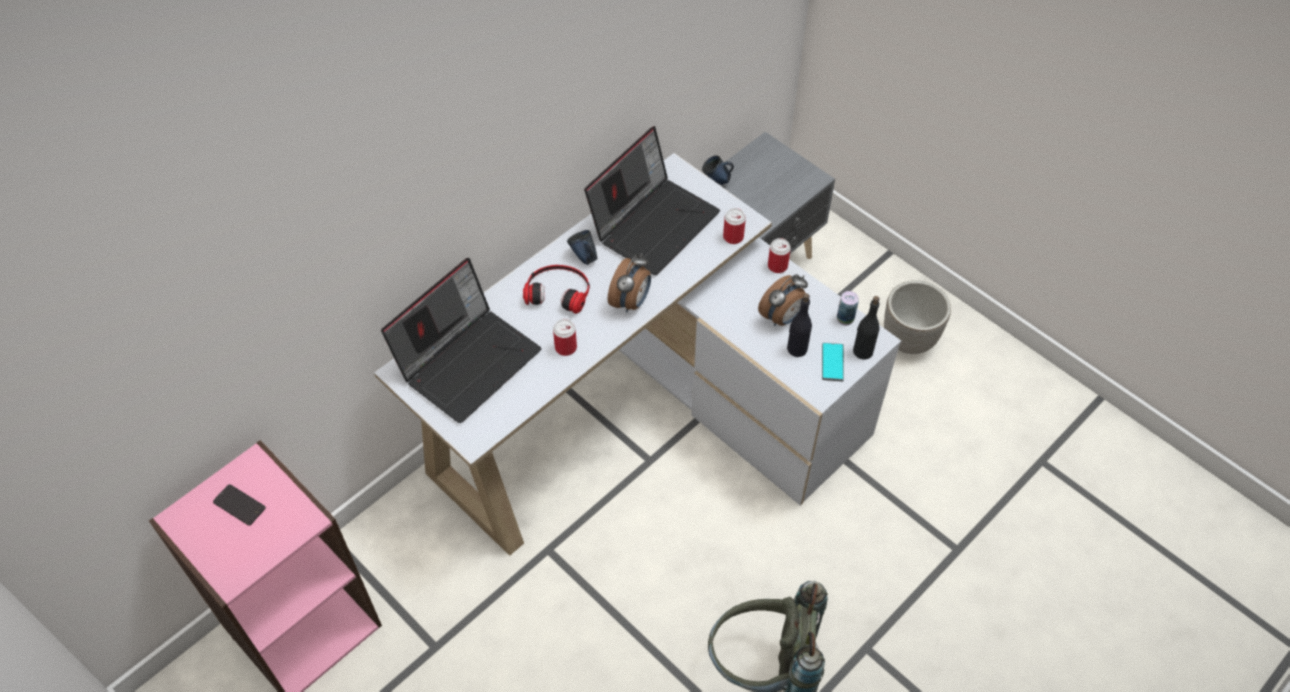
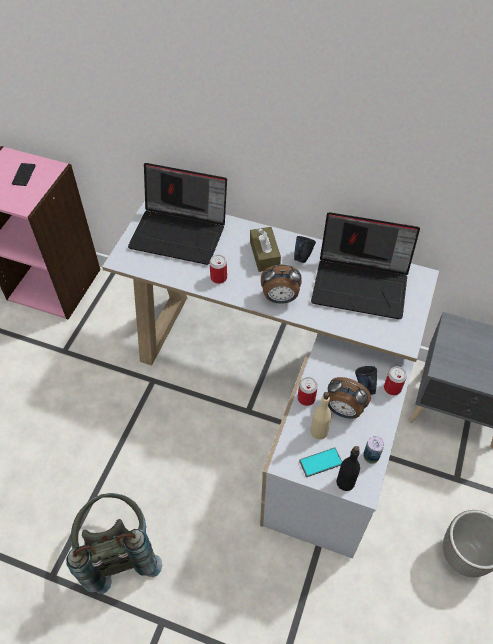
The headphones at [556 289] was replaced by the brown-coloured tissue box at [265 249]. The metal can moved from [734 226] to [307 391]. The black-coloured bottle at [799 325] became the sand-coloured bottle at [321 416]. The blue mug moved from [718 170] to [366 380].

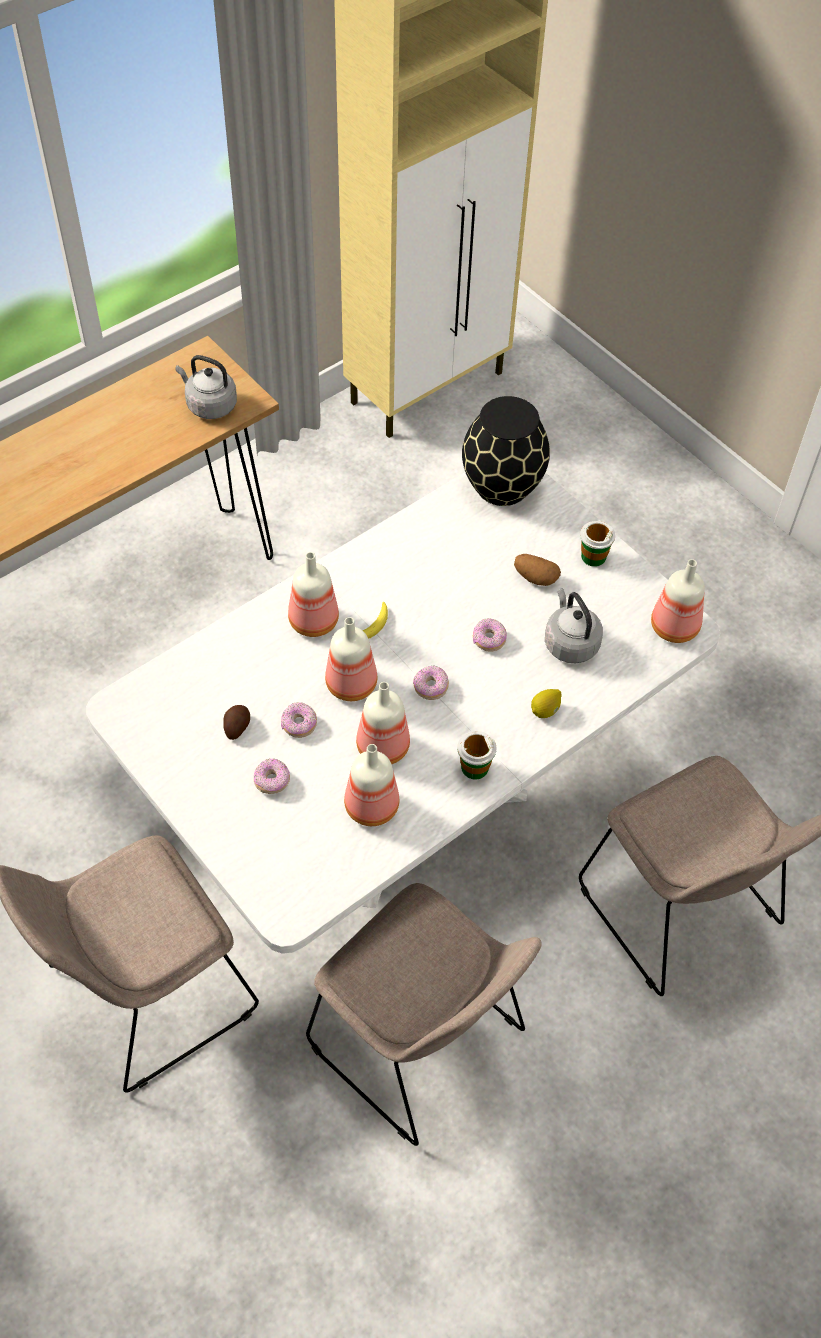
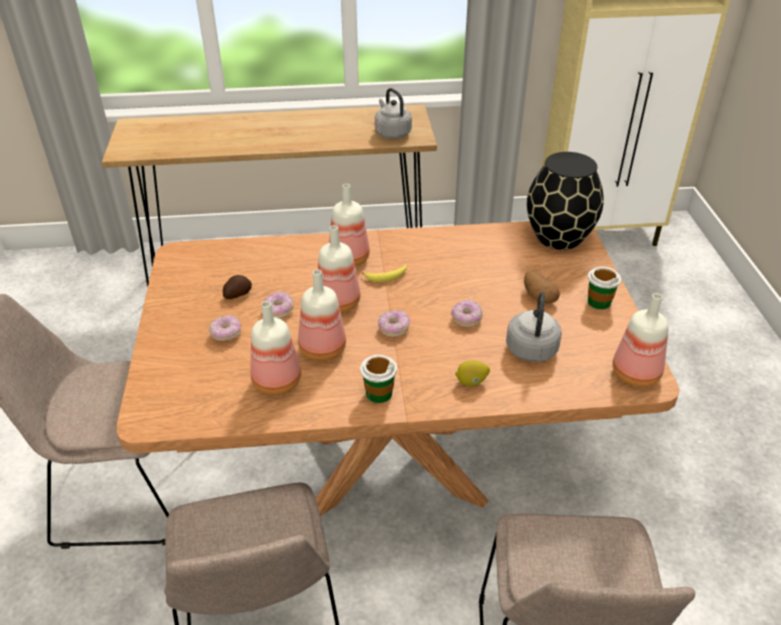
The whitish dinner table at [403 713] became the brown-coloured dinner table at [398 368].

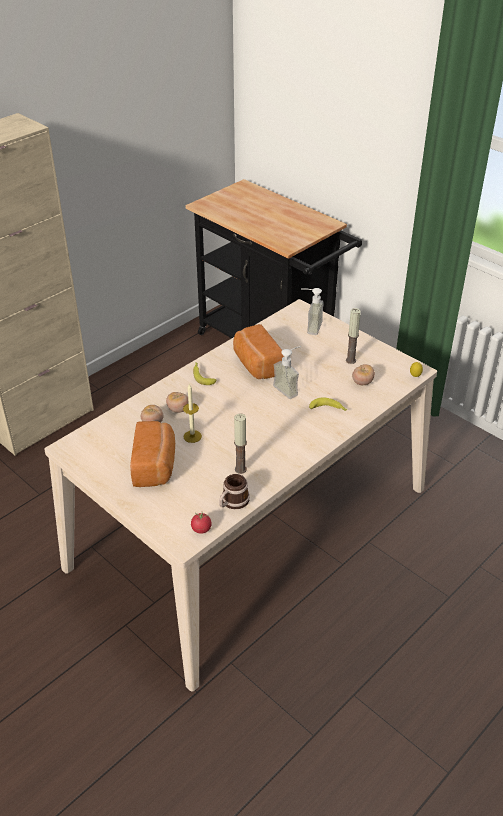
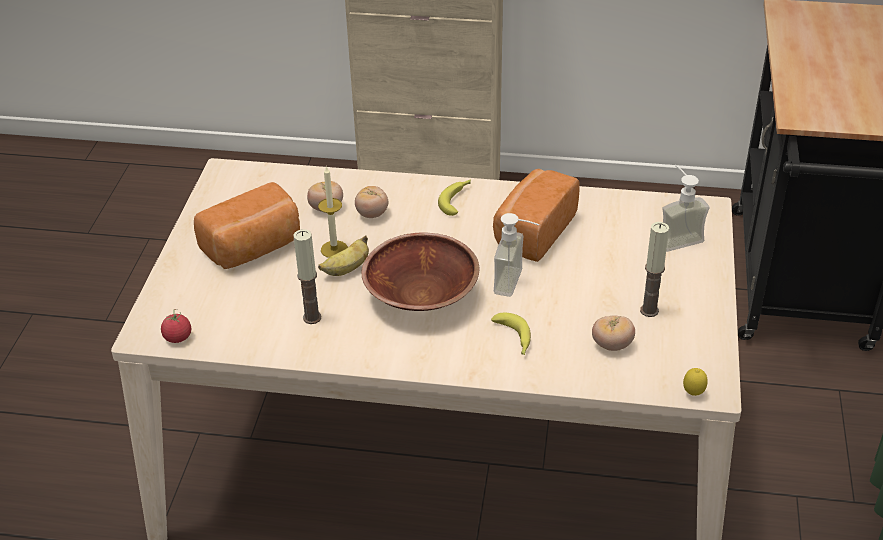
The banana at [343 255] appeared. The brown-coloured deep dish at [420 272] appeared. The mug at [234 491] disappeared.

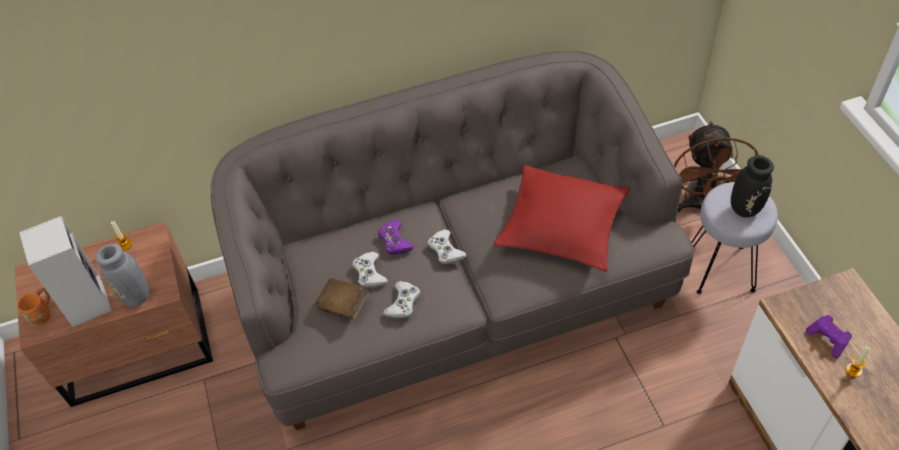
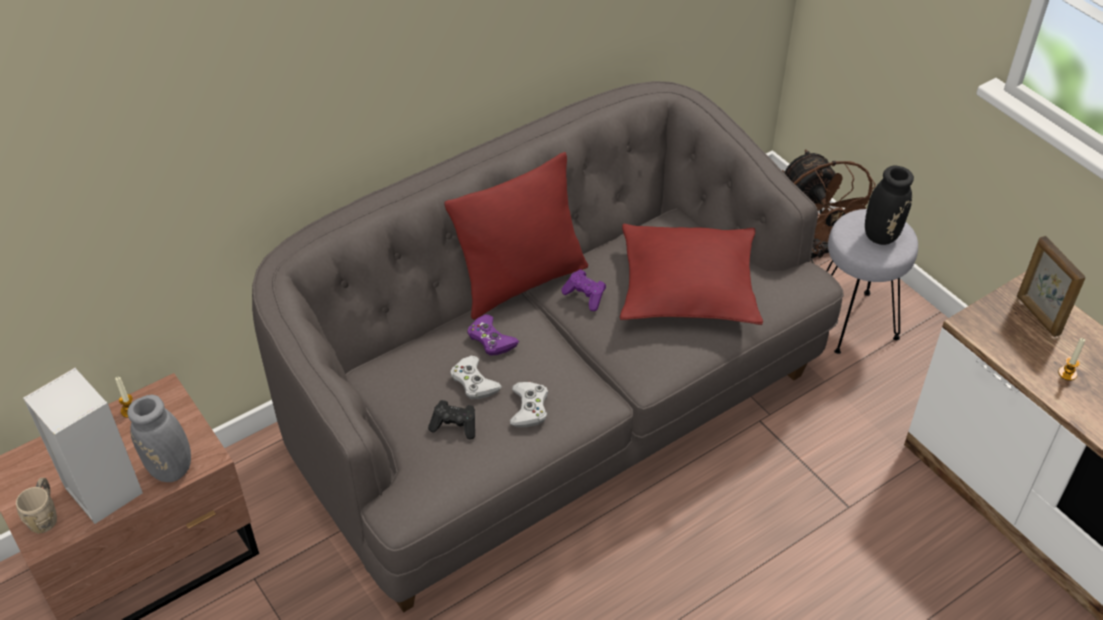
The orangey mug at [33 306] became the sand-coloured mug at [36 506]. The brown-coloured volume at [341 299] was replaced by the black-coloured joypad at [451 419]. The red pillow at [516 236] appeared. The purple joypad moved from [829 336] to [583 290]. The picture frame at [1051 286] appeared. The whitish joypad at [447 246] disappeared.

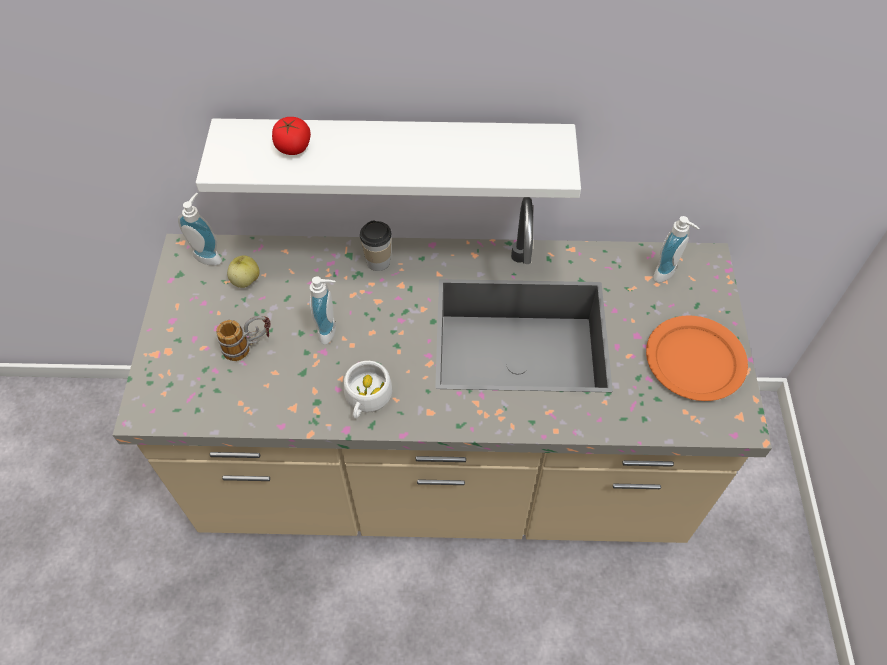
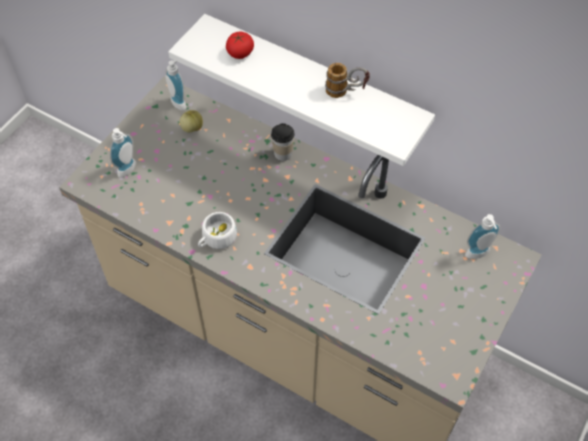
The soap bottle moved from [323 310] to [123 153]. The mug moved from [243 338] to [347 80]. The orangey dinner plate at [697 358] disappeared.

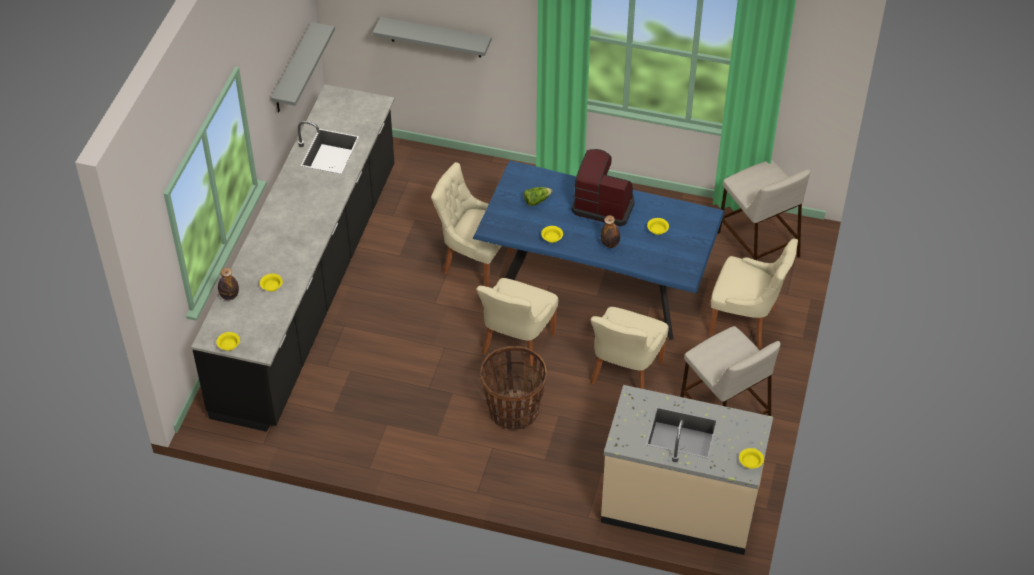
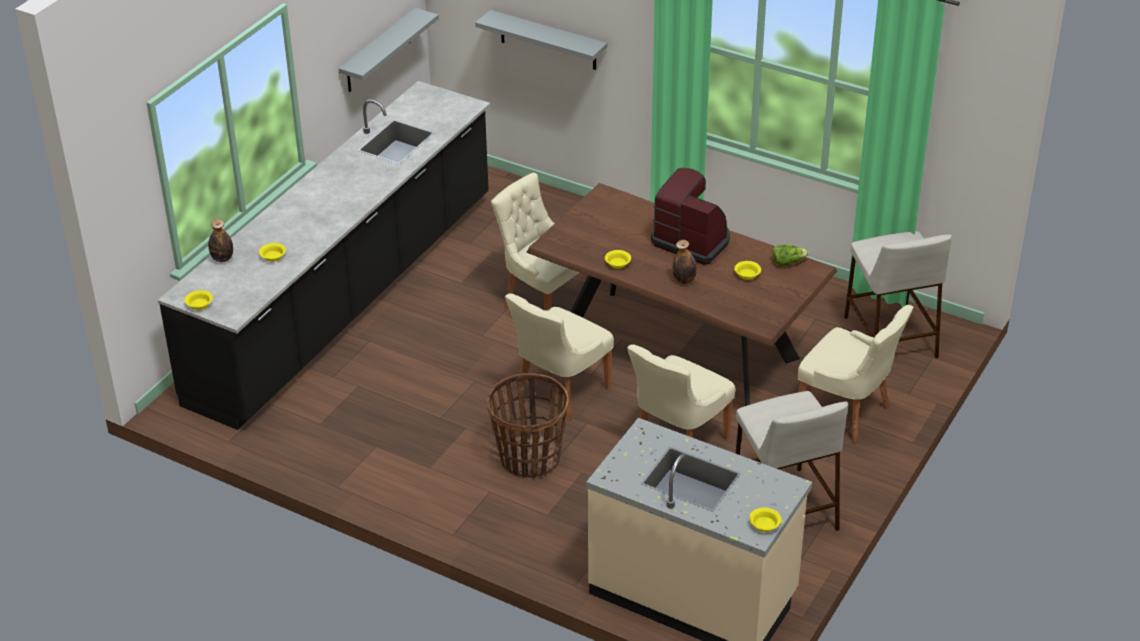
The blue dinner table at [599 250] became the brown-coloured dinner table at [681 294]. The head of lettuce moved from [538 196] to [790 255].

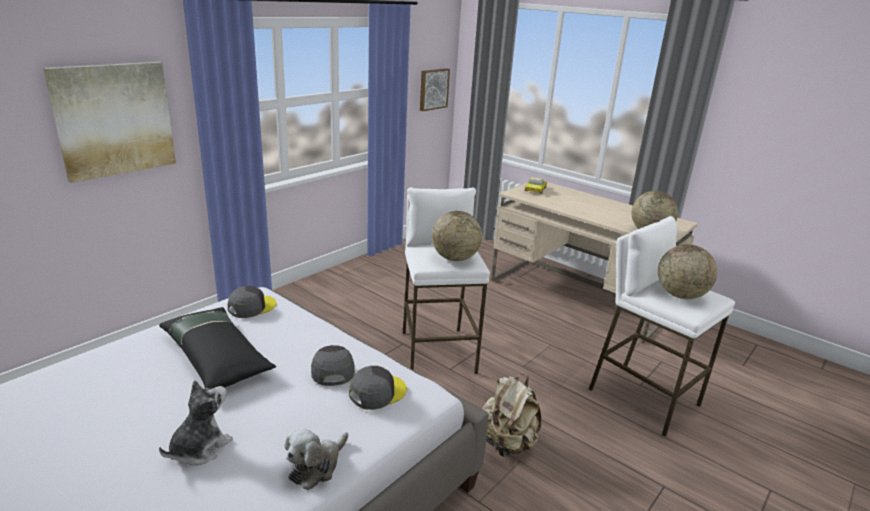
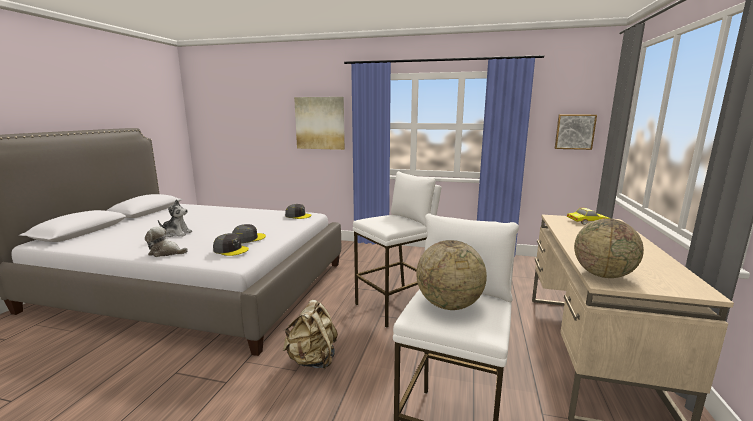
The black-coloured pillow at [217 348] disappeared. The globe at [457 236] disappeared.

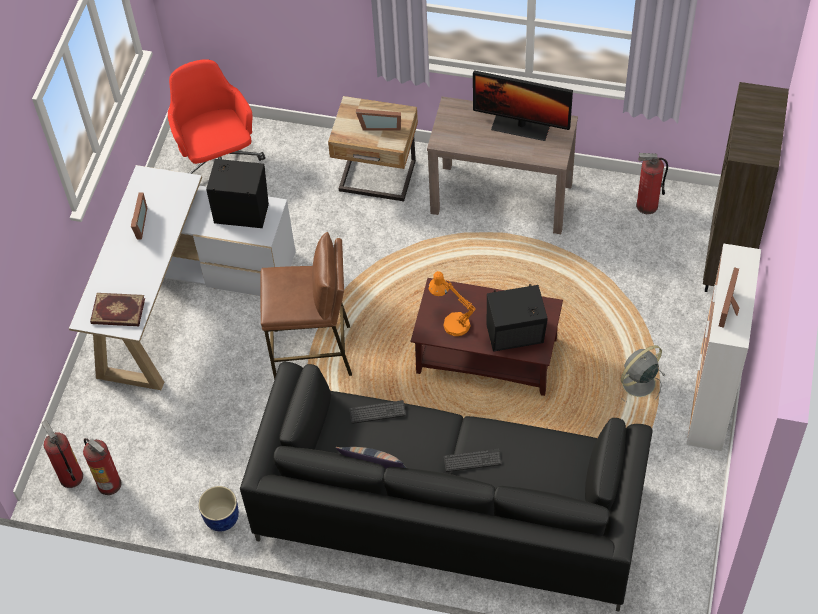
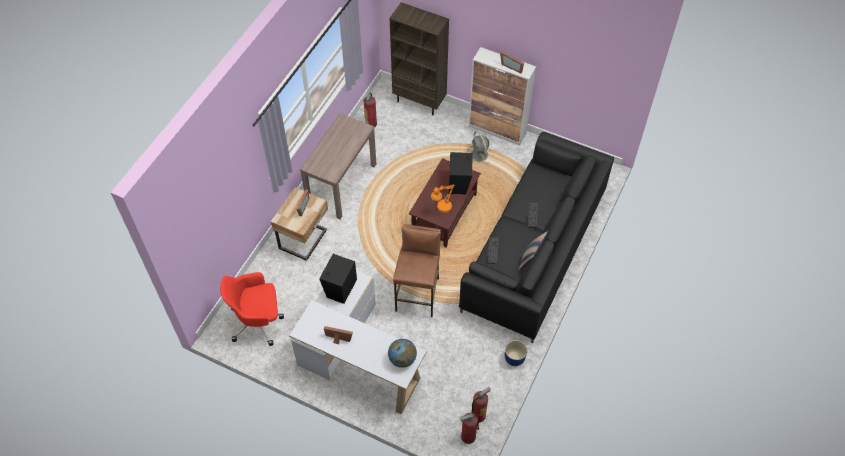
The volume at [117 309] was replaced by the globe at [402 353]. The computer display at [523 105] disappeared.

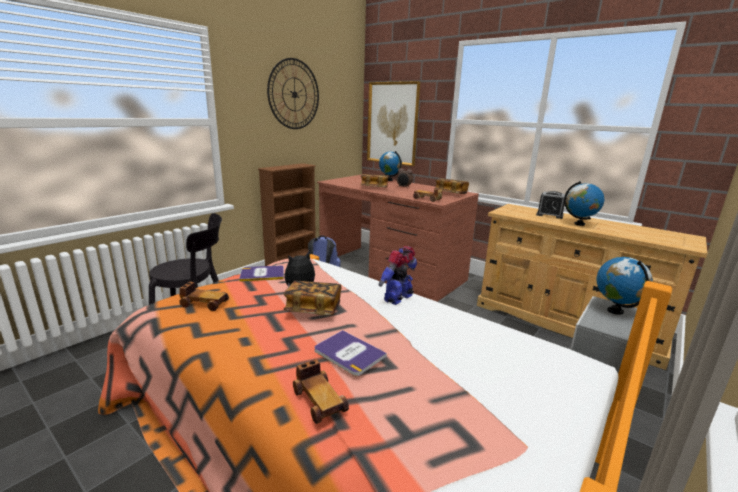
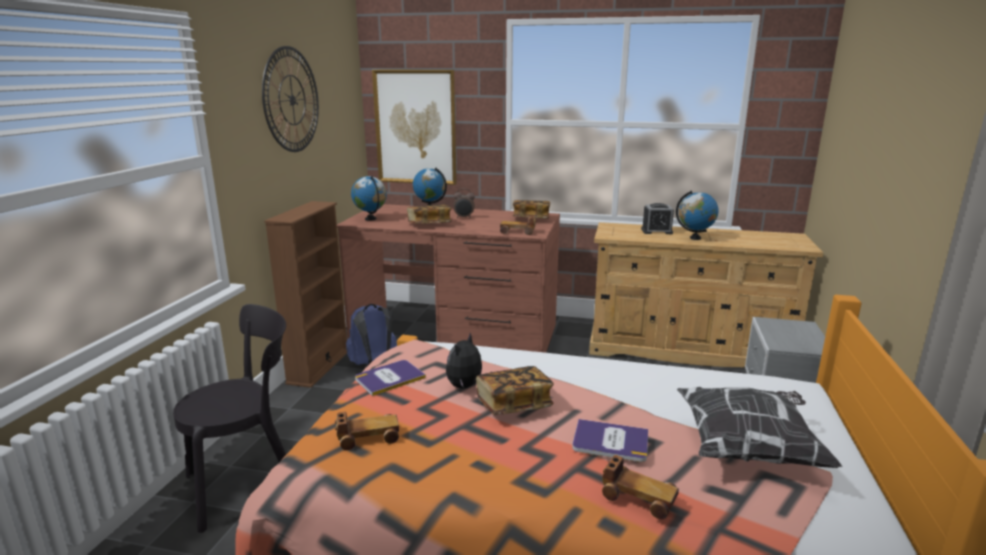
The globe moved from [625 286] to [369 198]. The pillow at [759 427] appeared. The toy robot at [398 275] disappeared.

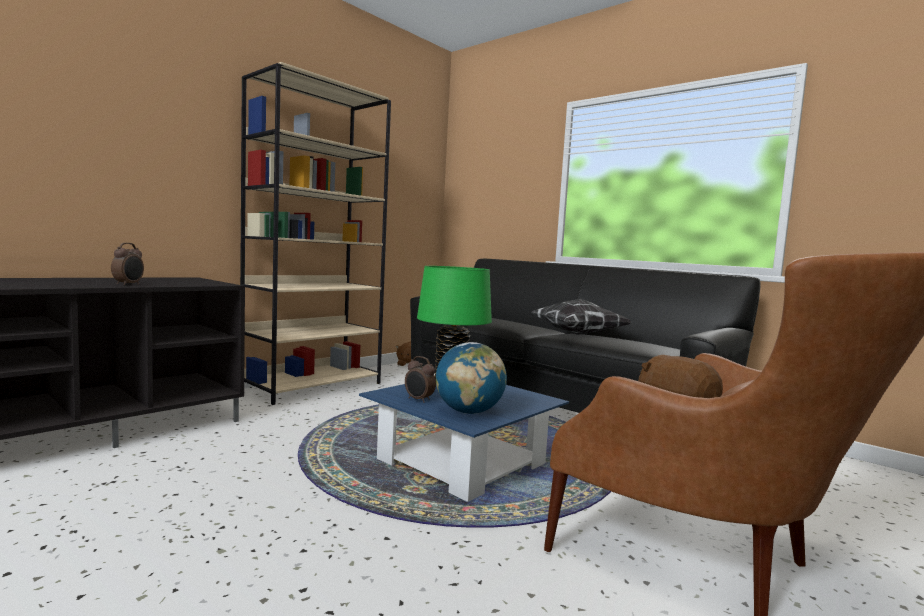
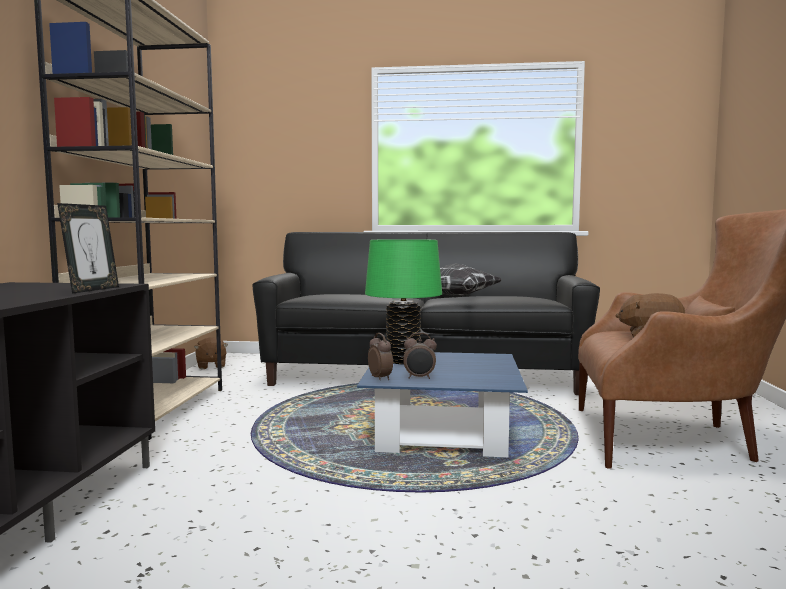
The picture frame at [88 248] appeared. The bedside clock moved from [127 264] to [380 356]. The globe at [471 378] disappeared.

